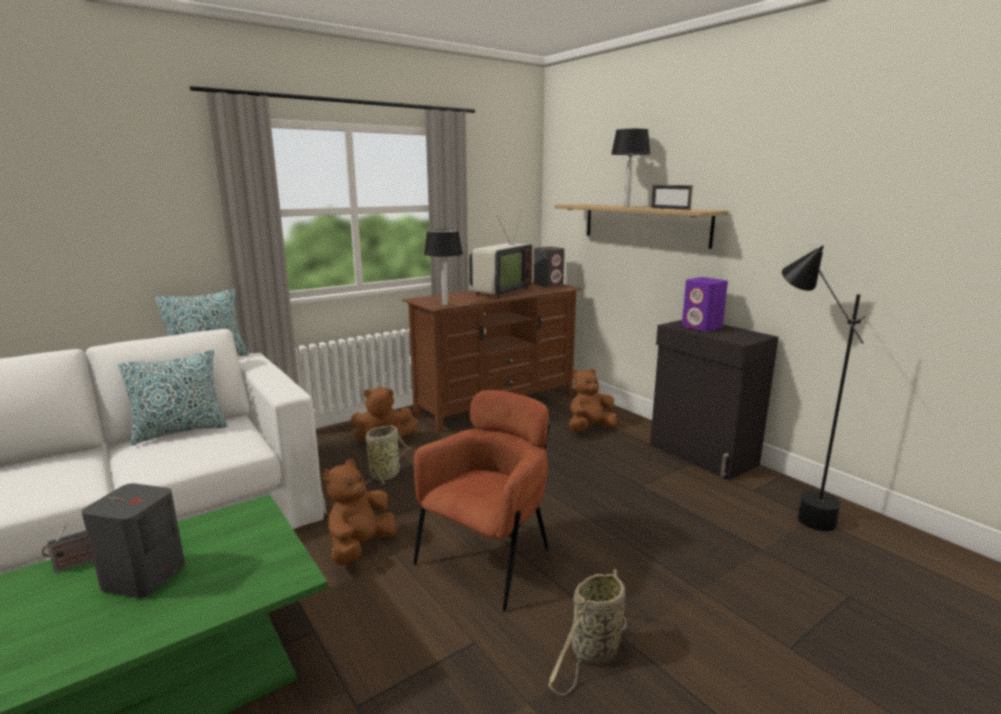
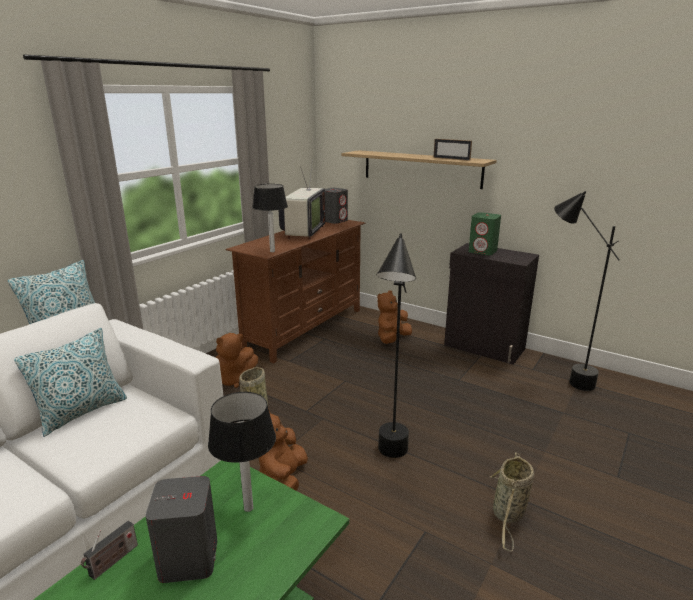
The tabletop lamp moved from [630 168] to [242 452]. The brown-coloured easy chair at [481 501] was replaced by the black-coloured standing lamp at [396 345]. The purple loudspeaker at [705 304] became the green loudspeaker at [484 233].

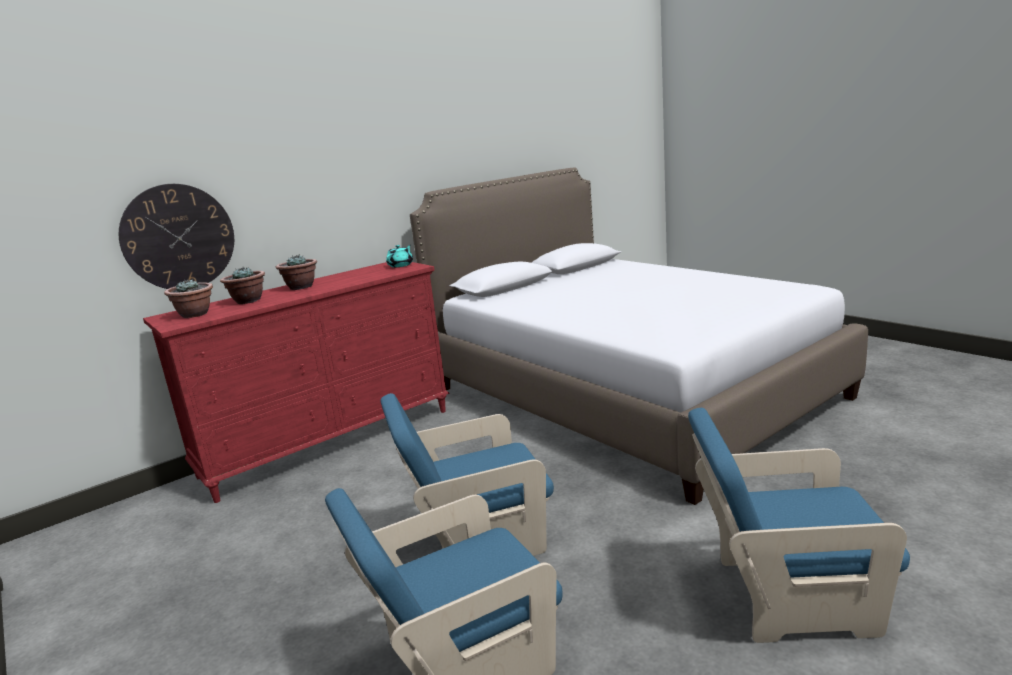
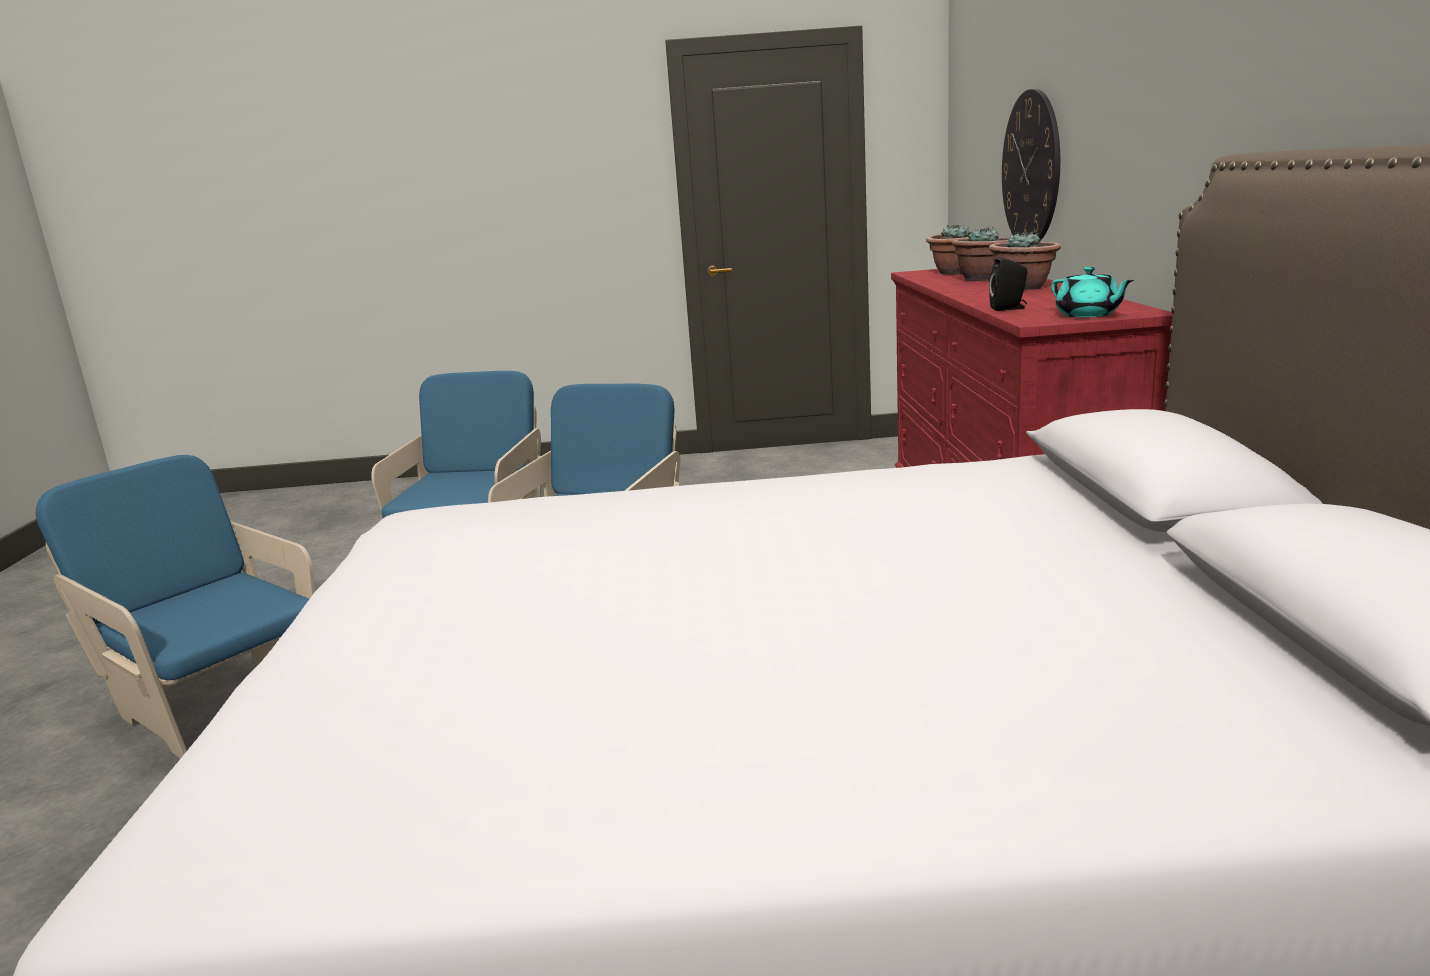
The blue easy chair at [799 525] turned 90 degrees counterclockwise. The black-coloured loudspeaker at [1008 284] appeared.

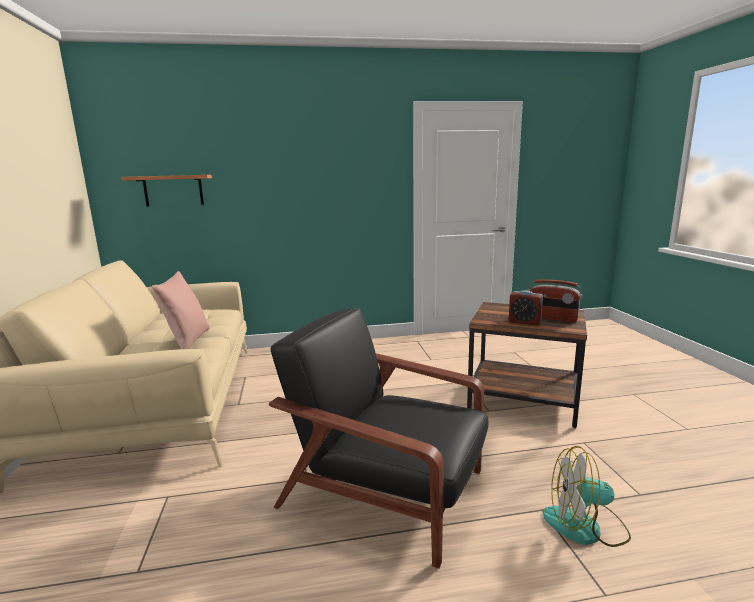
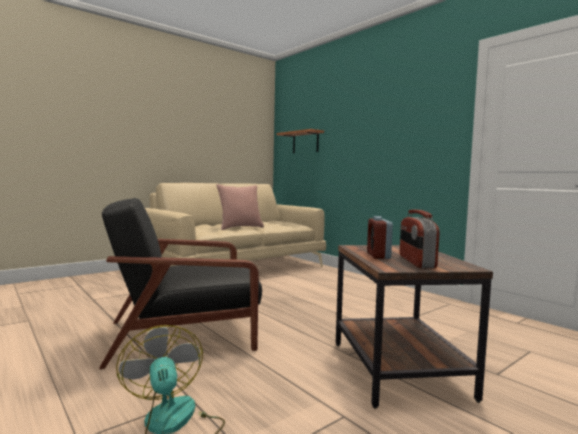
The black-coloured easy chair at [378 438] turned 105 degrees counterclockwise.

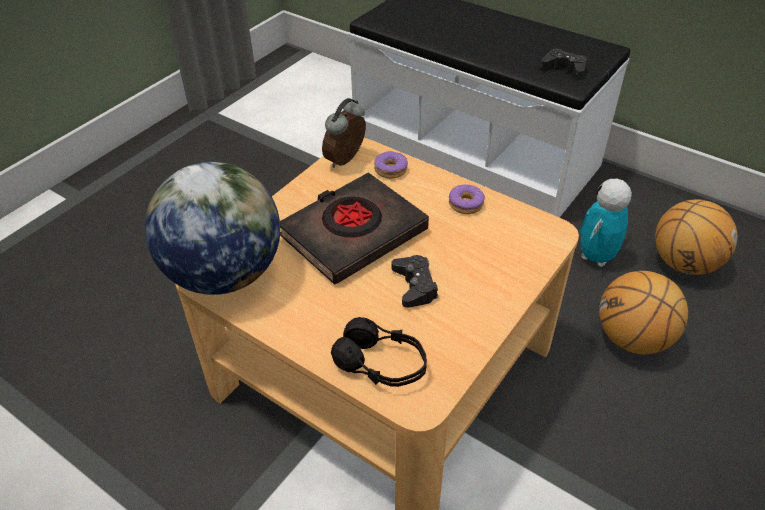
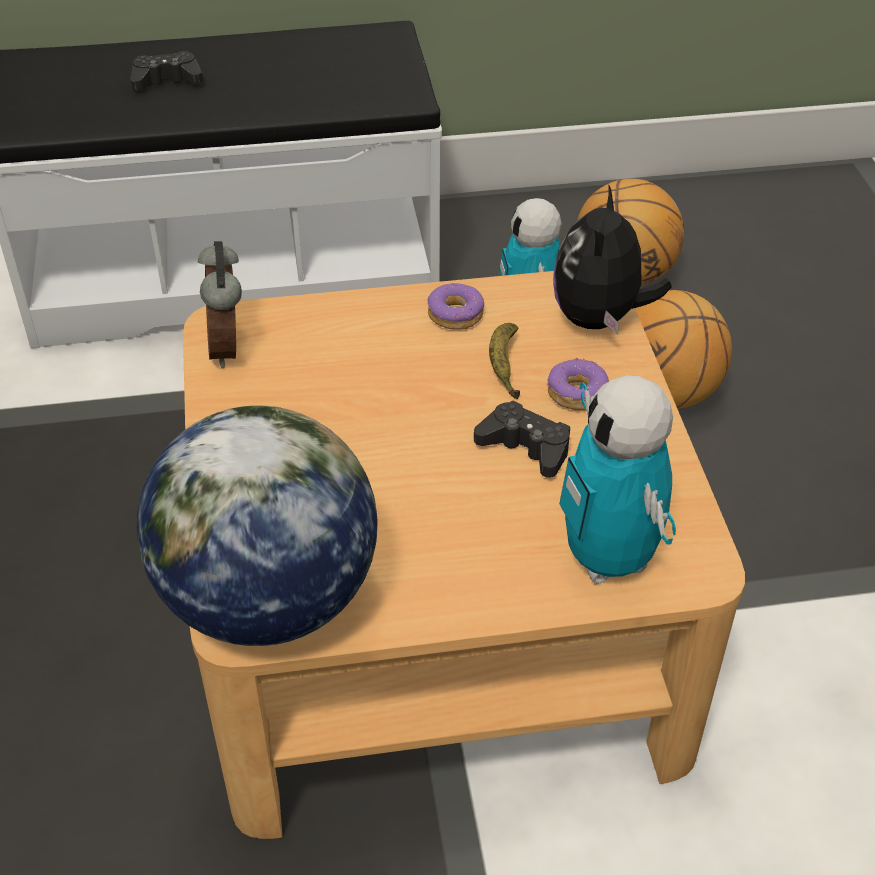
The black-coloured joypad moved from [563 62] to [166 71]. The banana at [504 361] appeared. The doughnut moved from [391 165] to [578 383]. The soft toy at [612 260] appeared. The black-coloured headphones at [379 352] was replaced by the toy robot at [617 479]. The black-coloured volume at [354 228] disappeared.

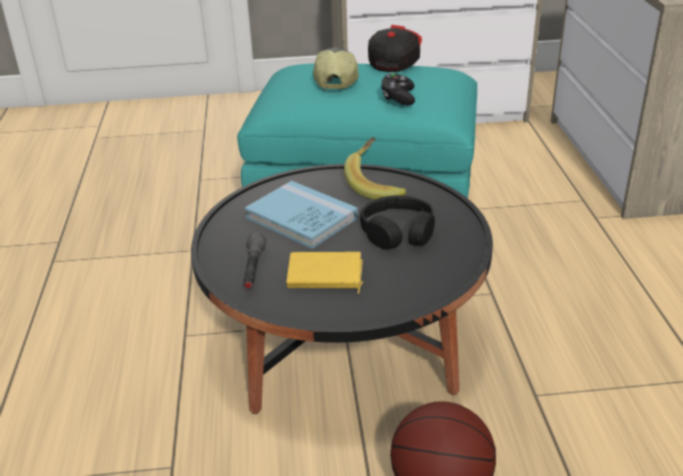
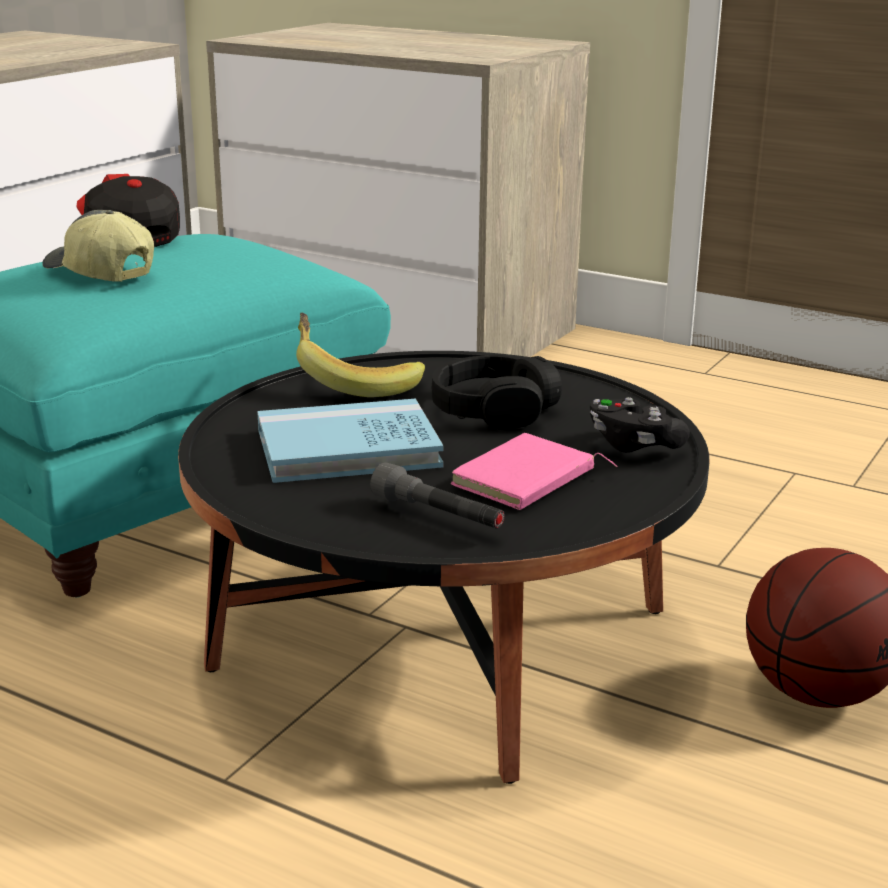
The yellow-coloured volume at [324 273] became the pink-coloured volume at [534 471]. The black-coloured joypad moved from [398 89] to [640 425].

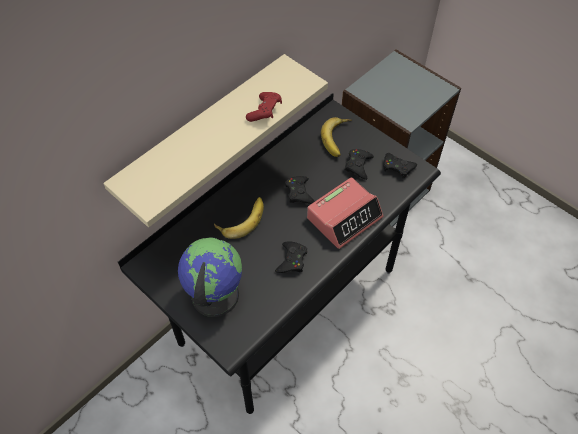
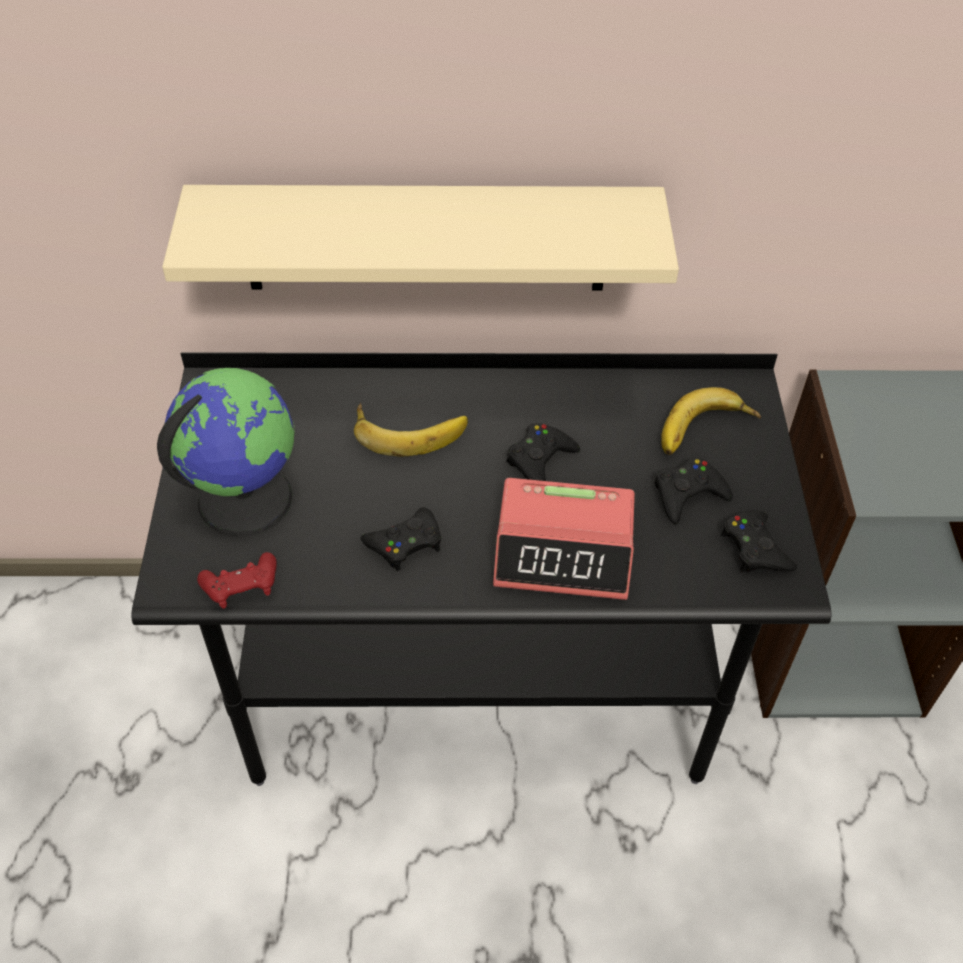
The red joypad moved from [264 107] to [237 580].

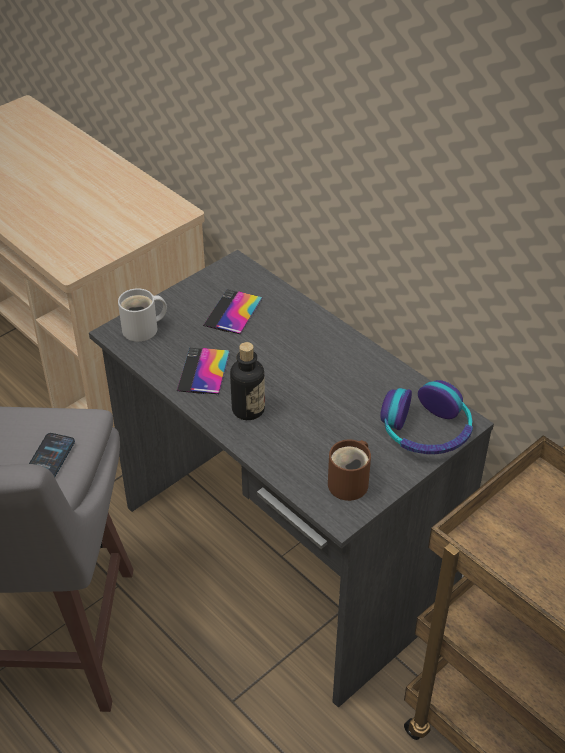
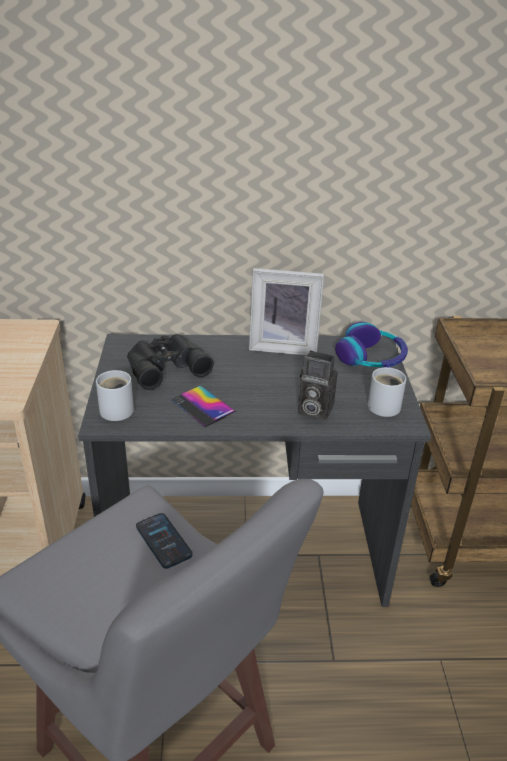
The telephone at [233 311] was replaced by the black-coloured binoculars at [170 362]. The picture frame at [286 312] appeared. The photo camera at [318 385] appeared. The brown-coloured mug at [349 470] became the whitish mug at [387 392]. The bottle at [247 381] disappeared.

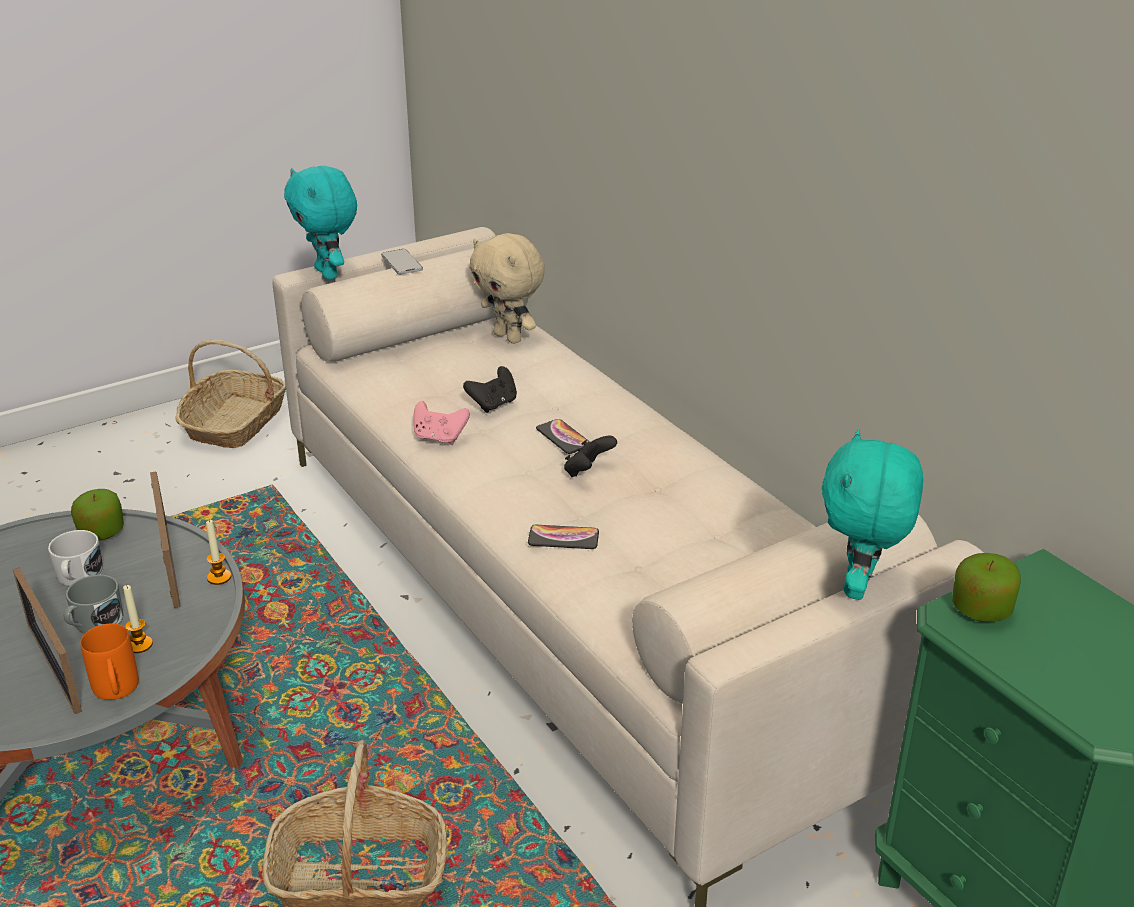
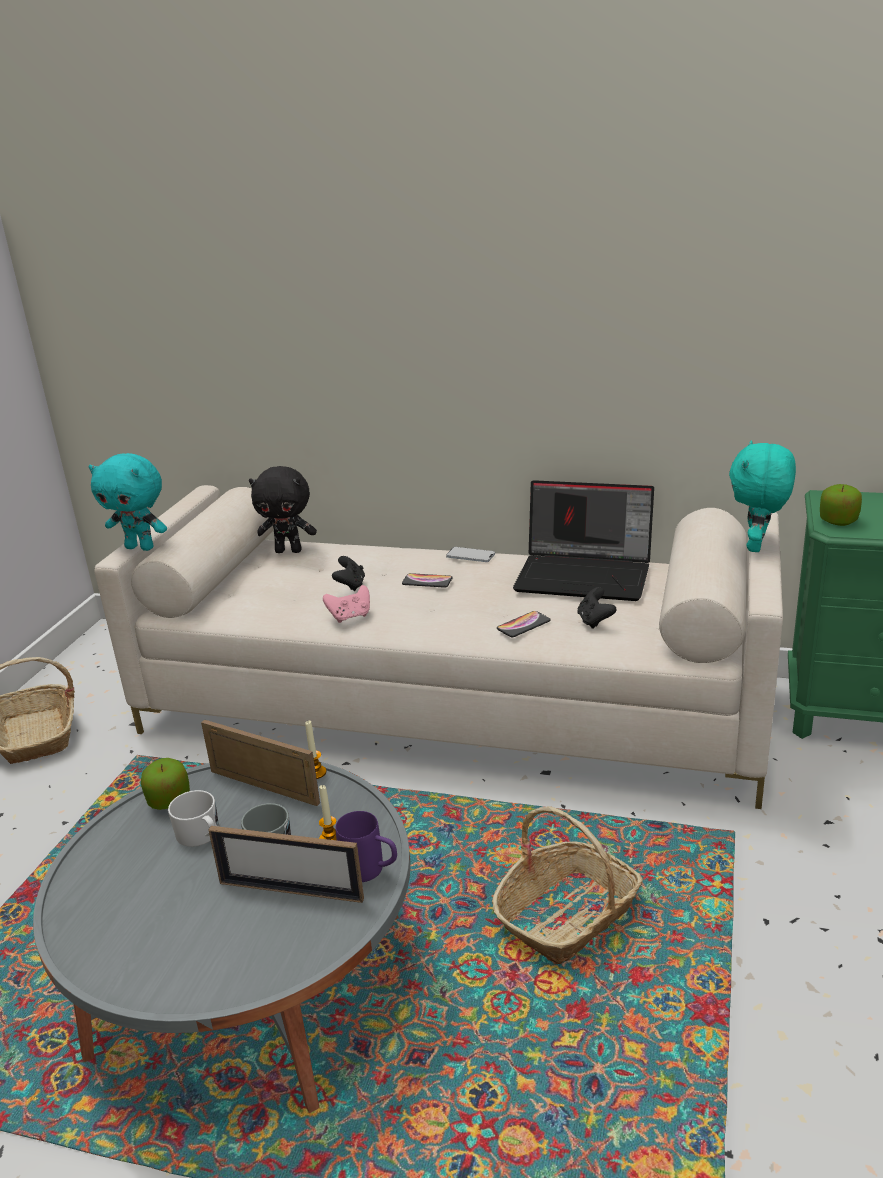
The sand-coloured soft toy at [507 288] became the black-coloured soft toy at [283 509]. The orangey mug at [109 662] became the purple mug at [366 846]. The telephone moved from [402 262] to [470 554]. The laptop at [583 540] appeared. The black-coloured joypad moved from [590 456] to [596 608]. The turquoise soft toy at [872 514] turned 45 degrees clockwise.

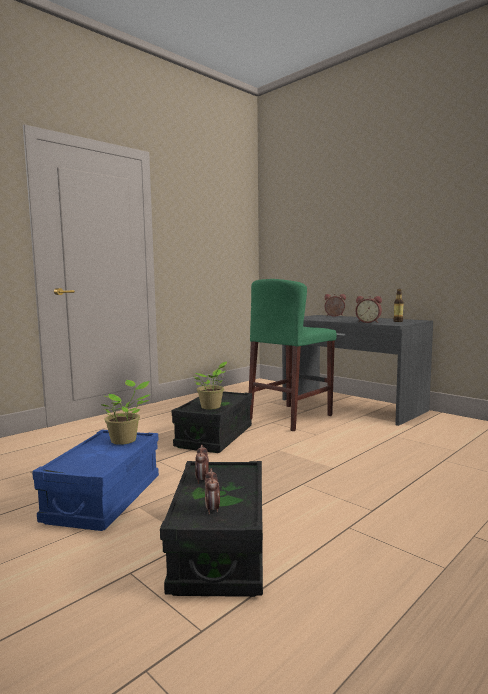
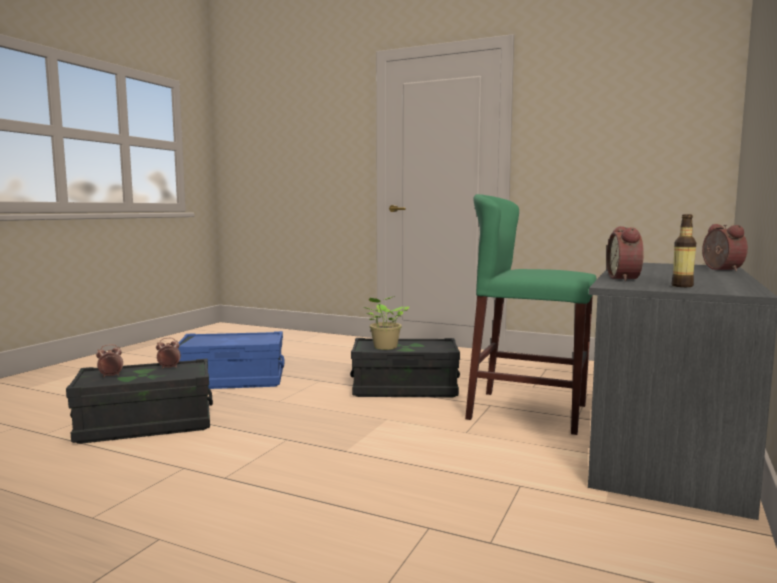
The potted plant at [125 412] disappeared.

